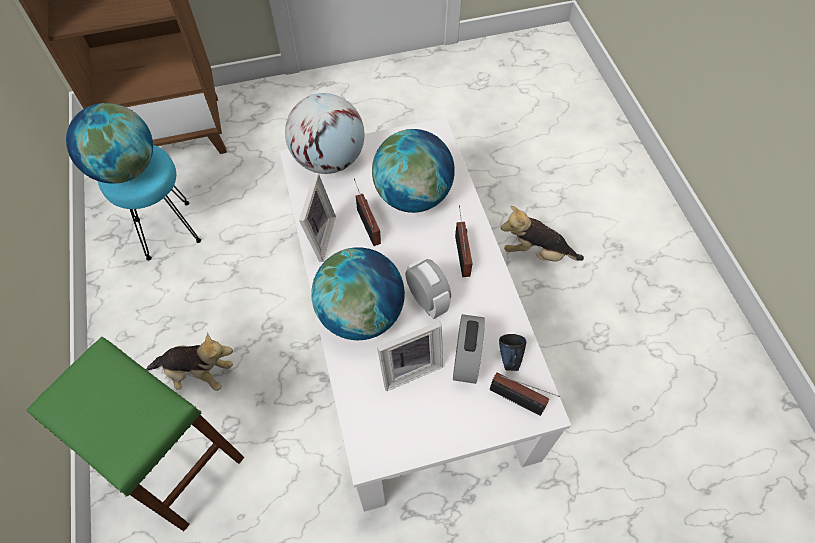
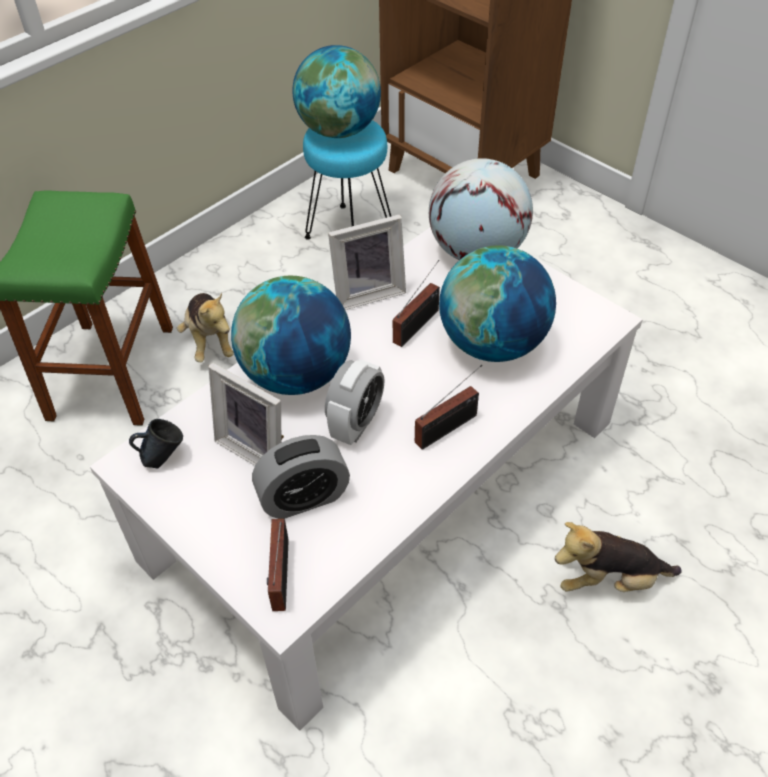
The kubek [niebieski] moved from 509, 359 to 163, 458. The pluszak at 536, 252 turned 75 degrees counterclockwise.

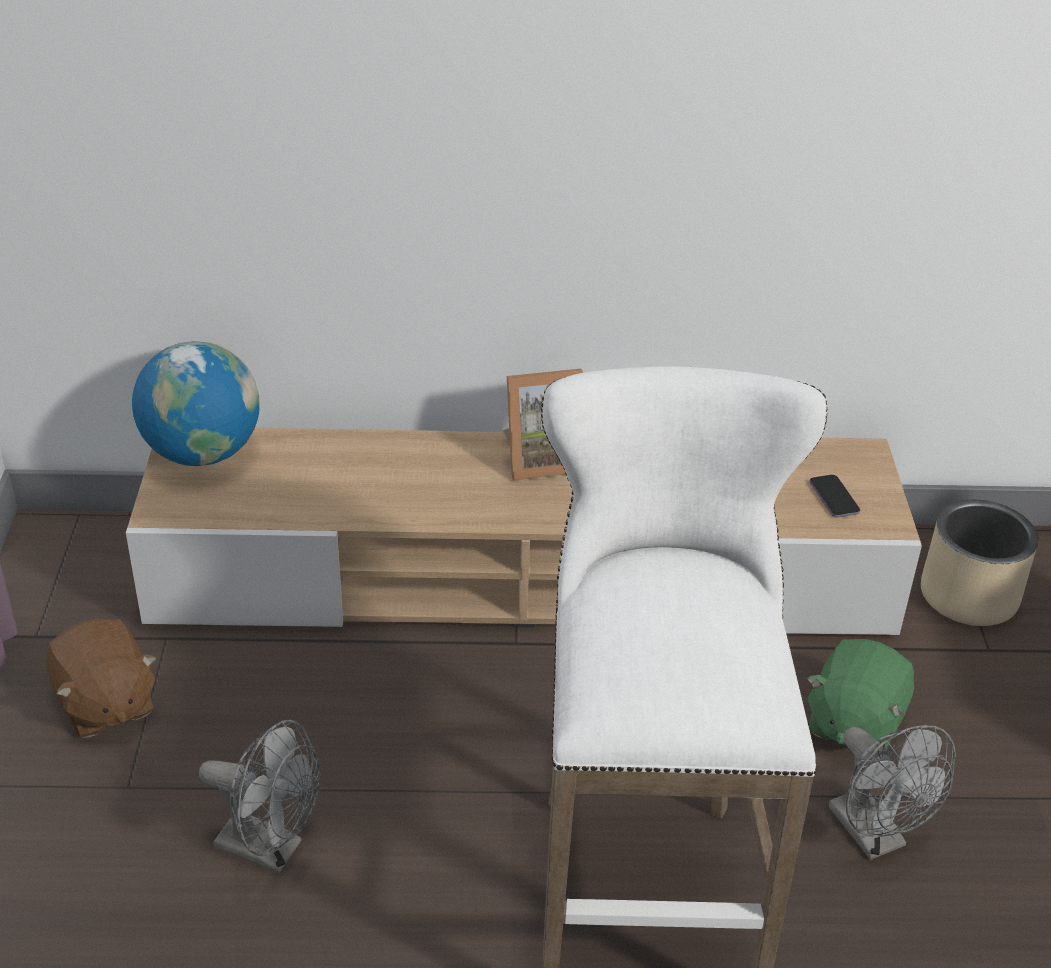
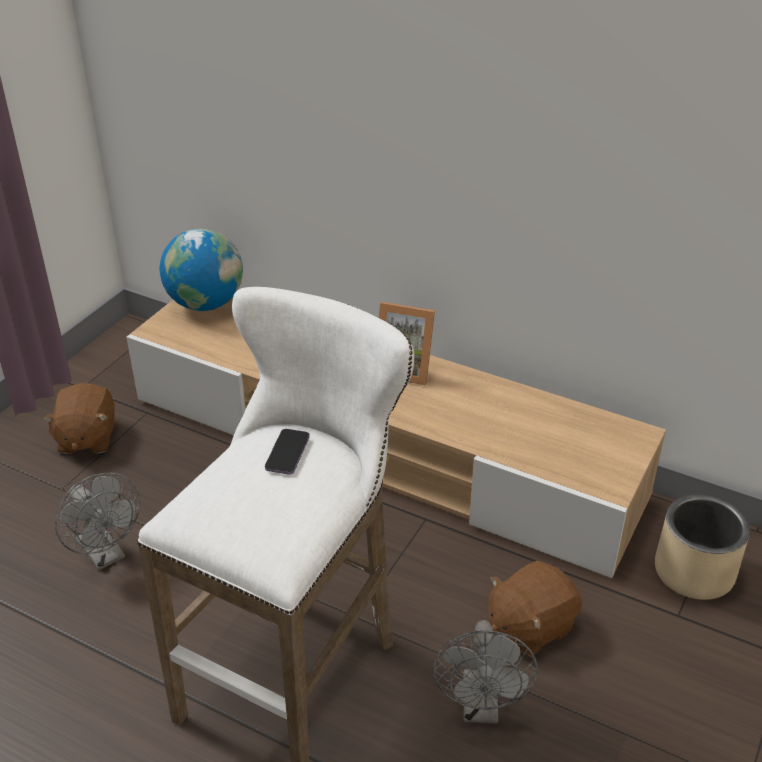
The telefon moved from 834, 498 to 287, 453. The pluszak [zielony] at 853, 723 became the pluszak [brązowy] at 529, 626.

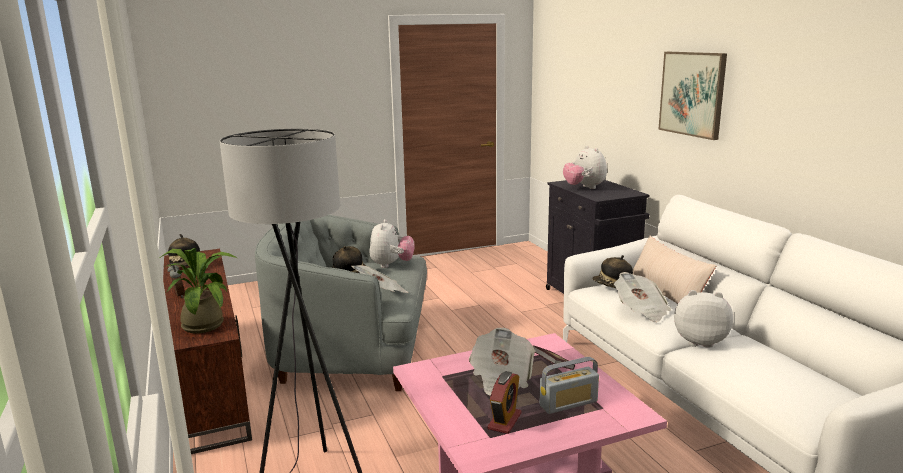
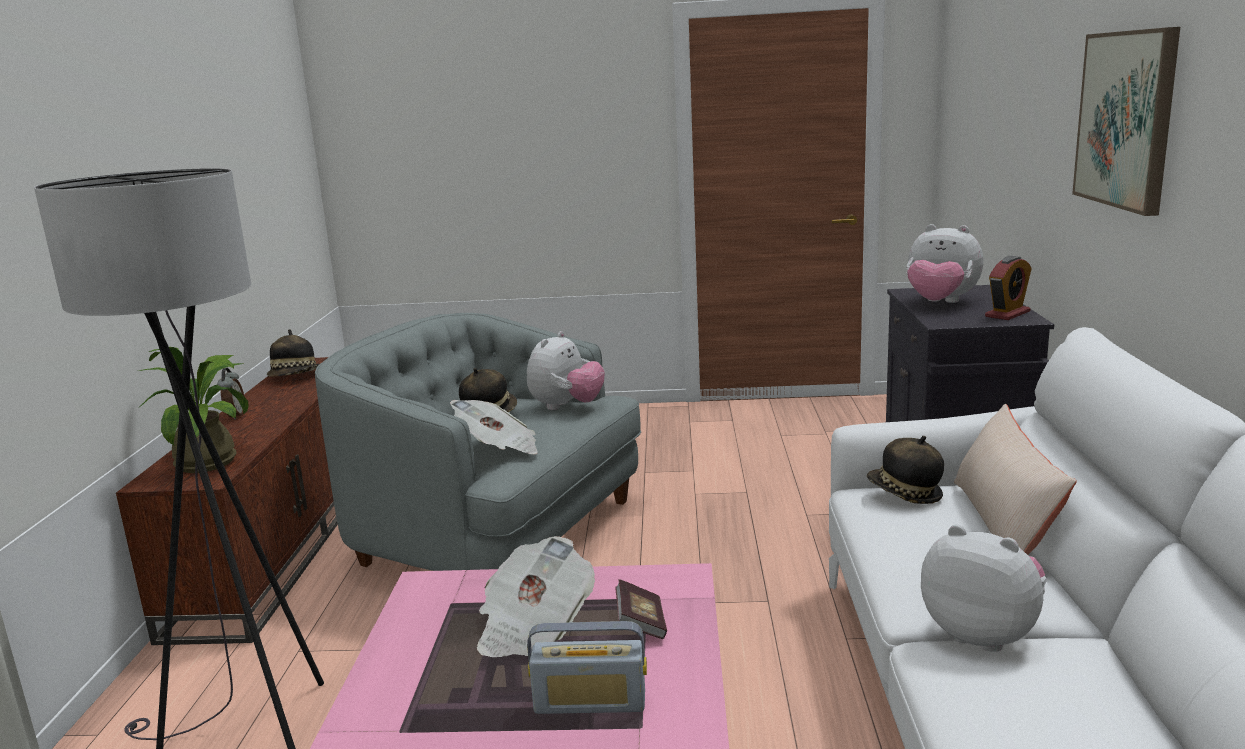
The gazeta at 641, 311 disappeared. The budzik moved from 504, 421 to 1007, 314. The pluszak at 584, 188 turned 60 degrees counterclockwise.

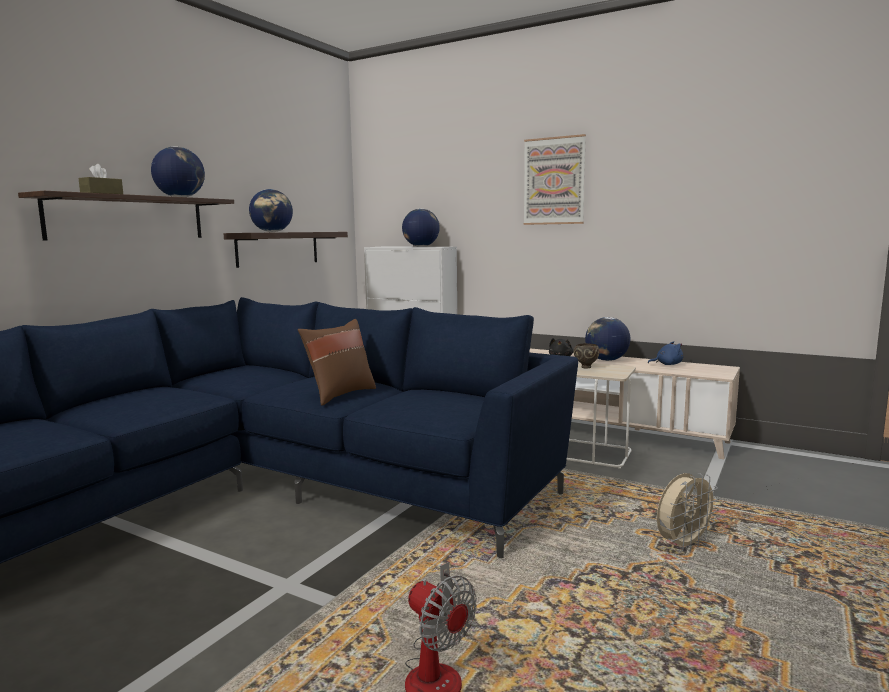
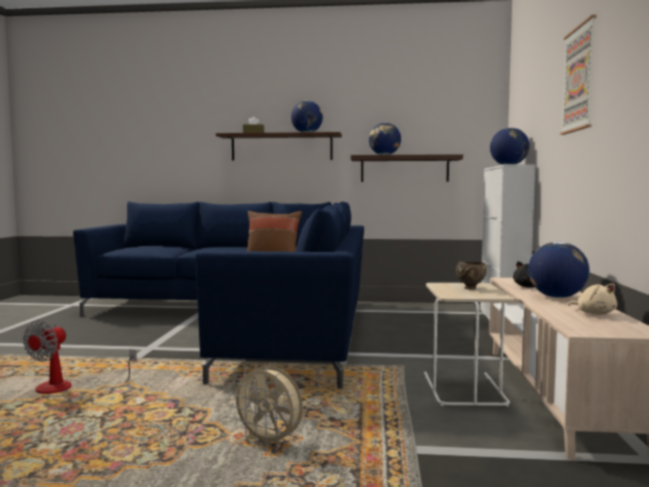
The pluszak [niebieski] at 667, 364 became the pluszak [beżowy] at 594, 313.

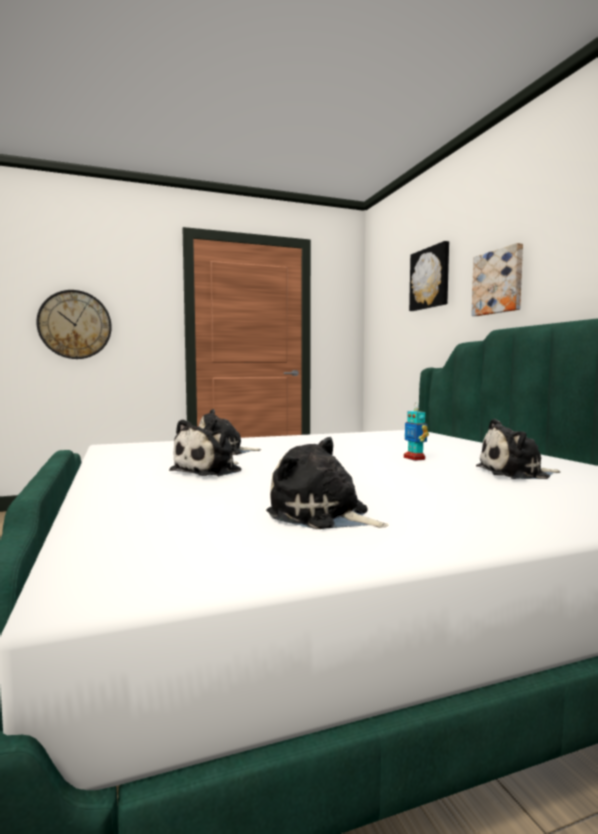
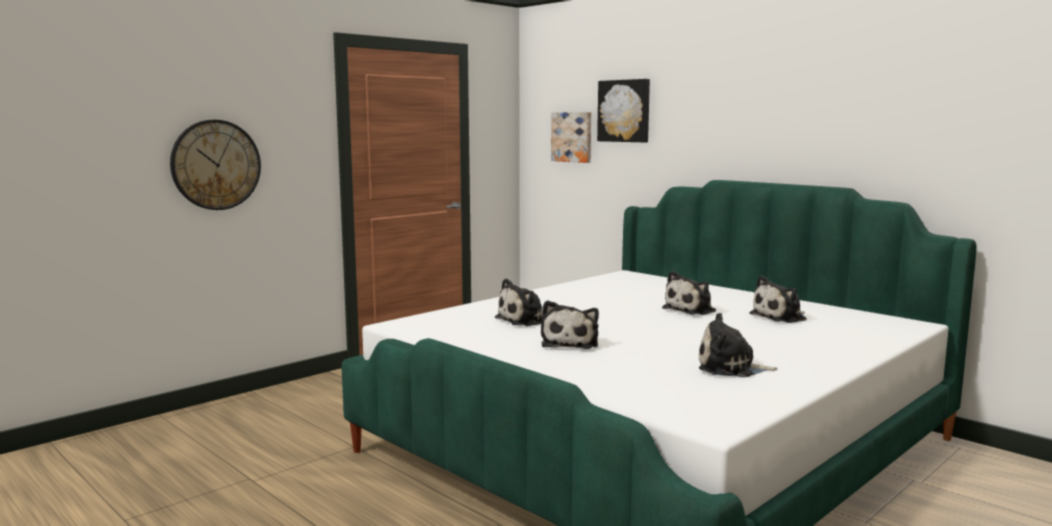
The obraz moved from 498, 282 to 572, 137. The robot zabawkowy at 414, 458 was replaced by the pluszak at 691, 310.

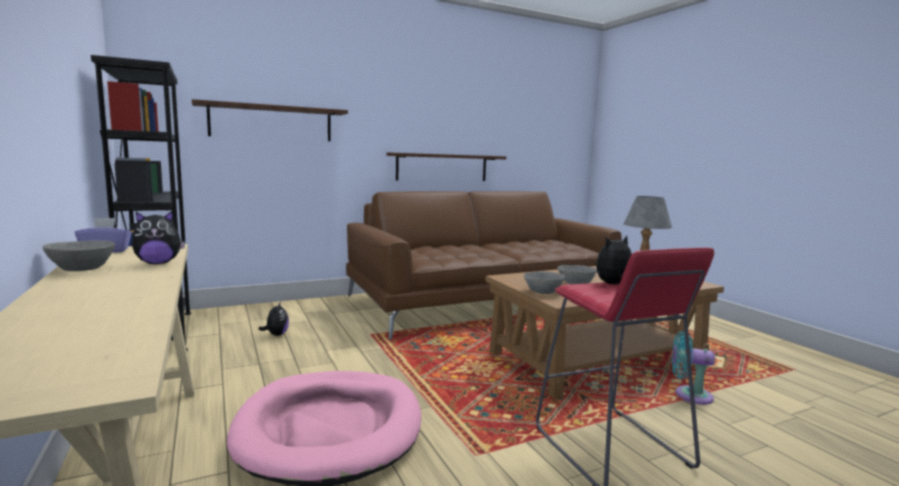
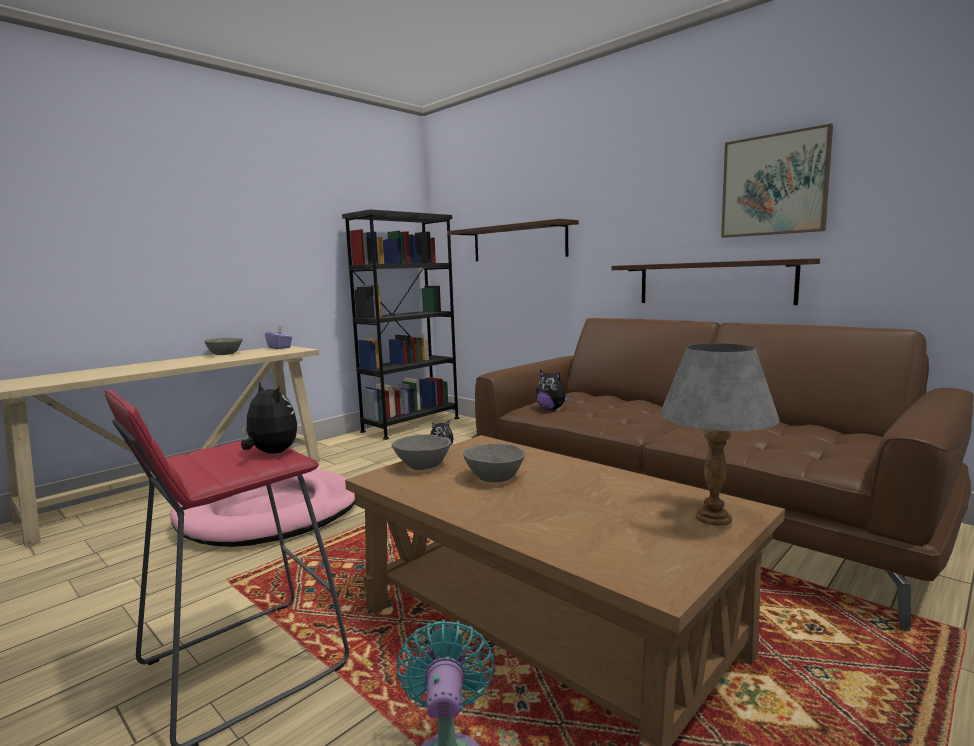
The obraz at 774, 185 appeared. The pluszak moved from 158, 263 to 552, 409.

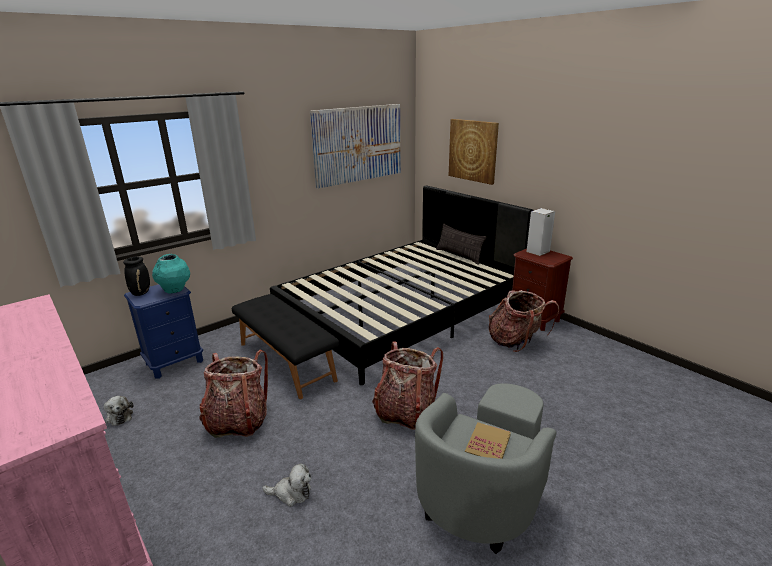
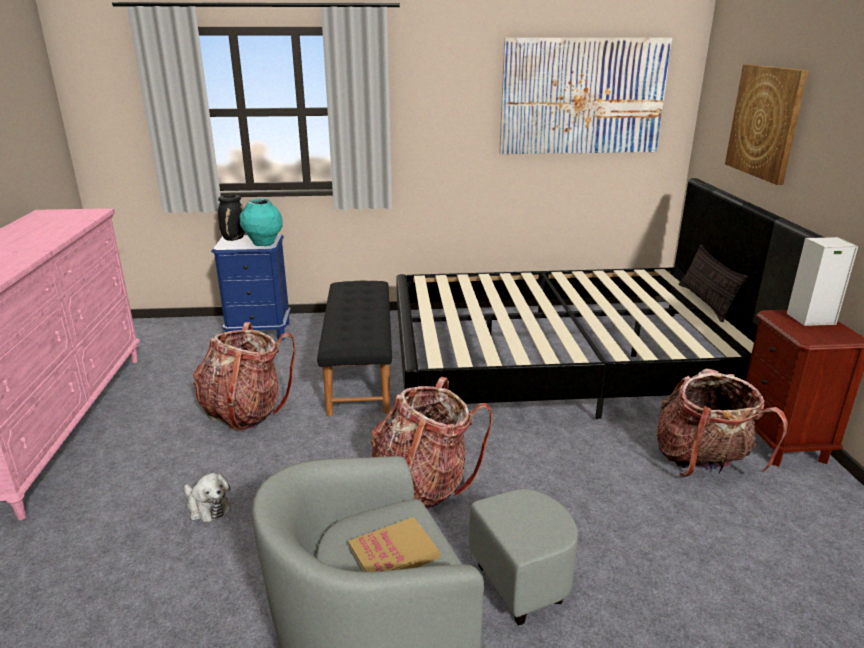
The pluszak at 119, 416 disappeared.

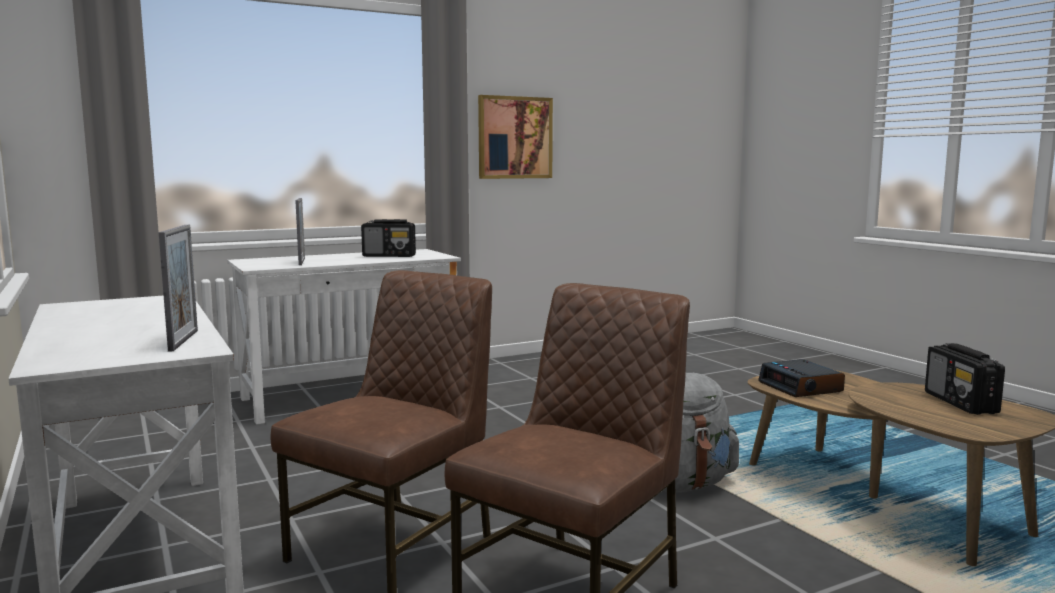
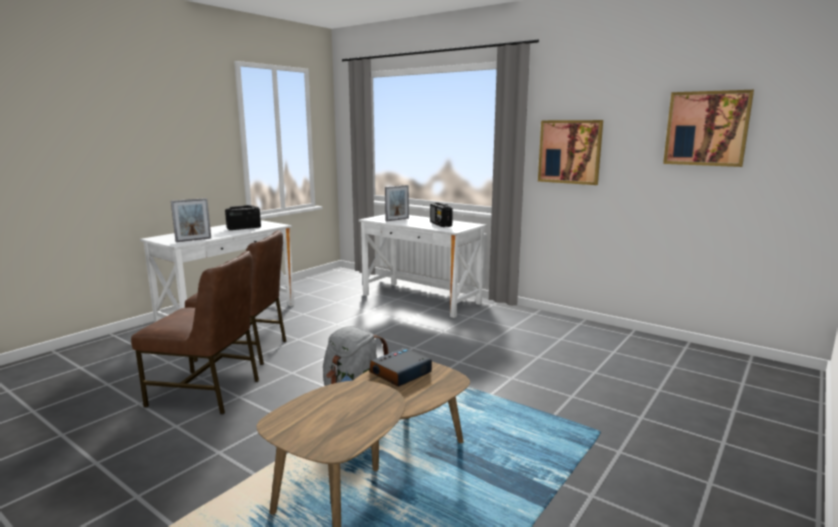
The obraz at 706, 128 appeared. The radio moved from 961, 403 to 243, 228.

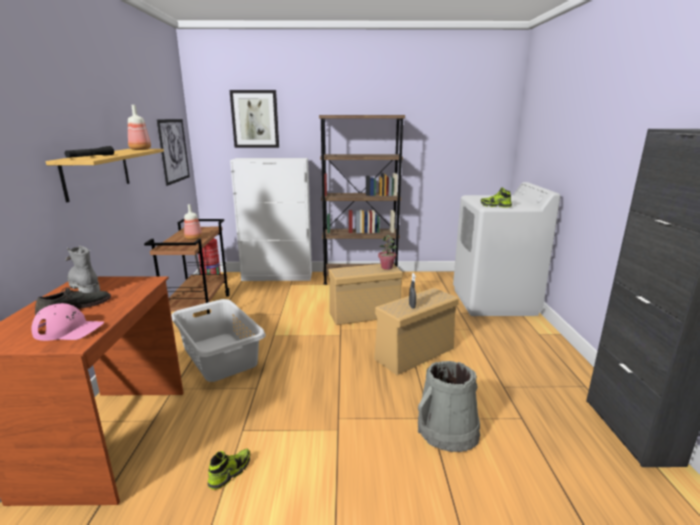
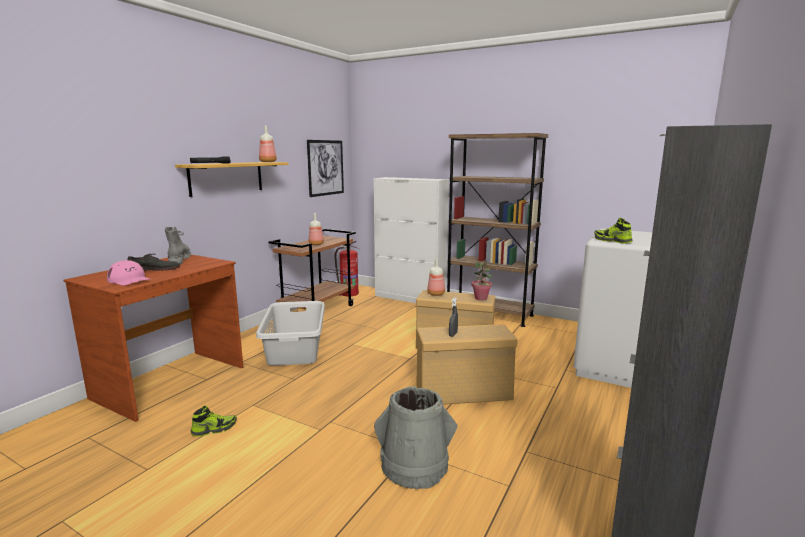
The obraz at 255, 119 disappeared. The butelka at 436, 294 appeared.

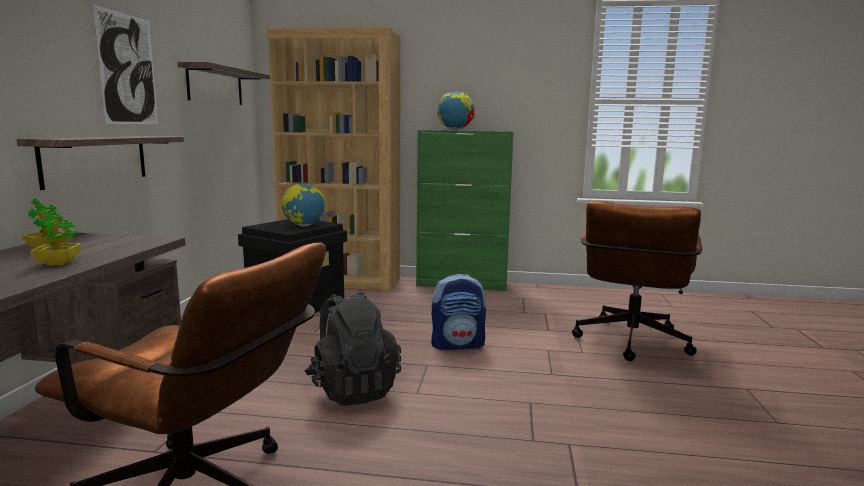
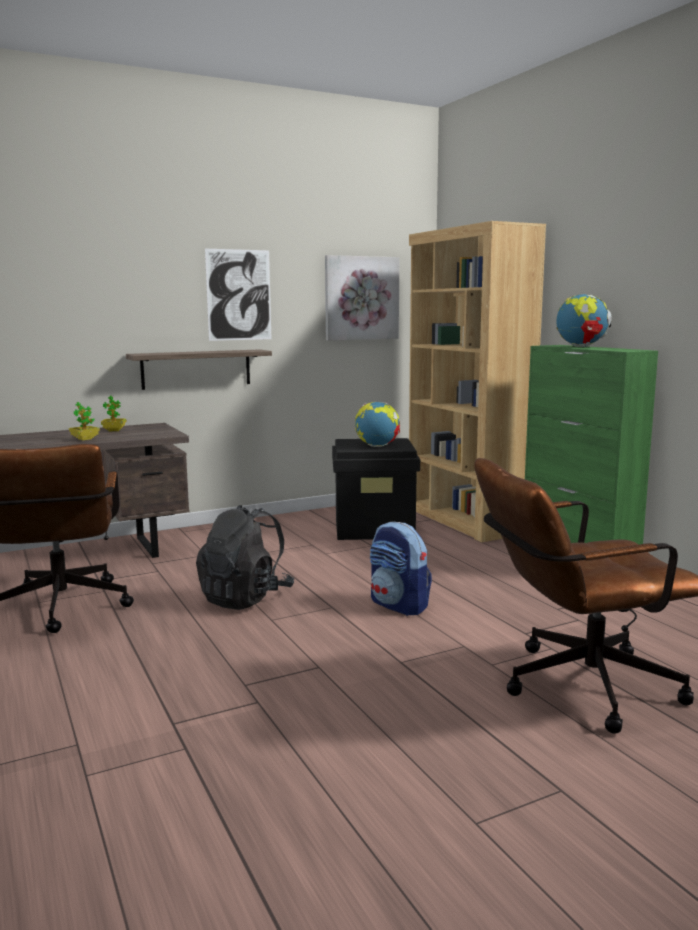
The półka at 215, 86 was replaced by the obraz at 361, 298.

